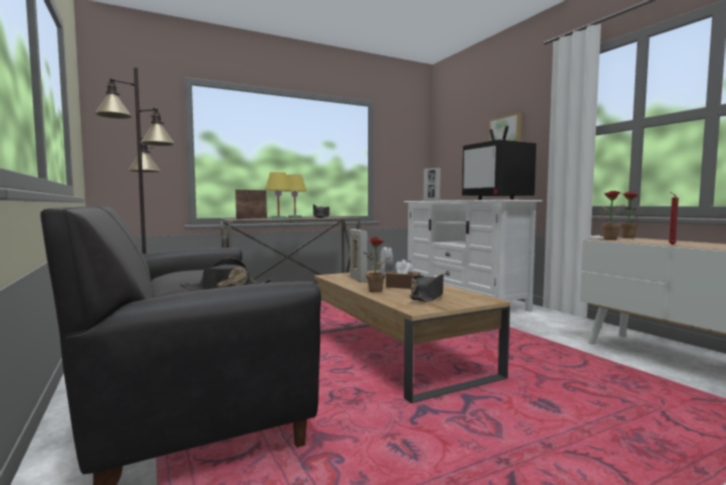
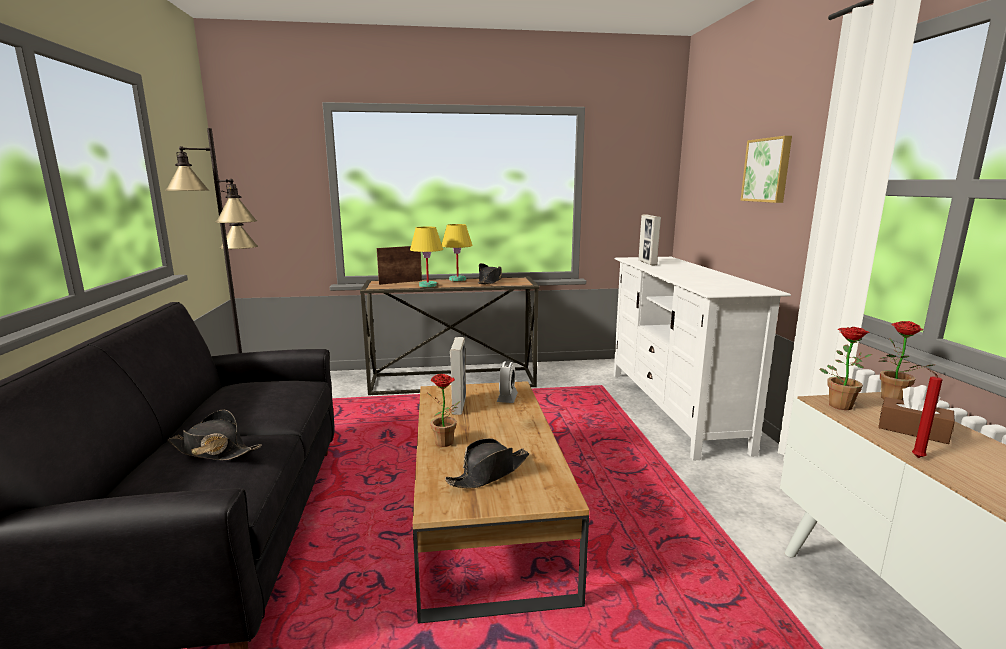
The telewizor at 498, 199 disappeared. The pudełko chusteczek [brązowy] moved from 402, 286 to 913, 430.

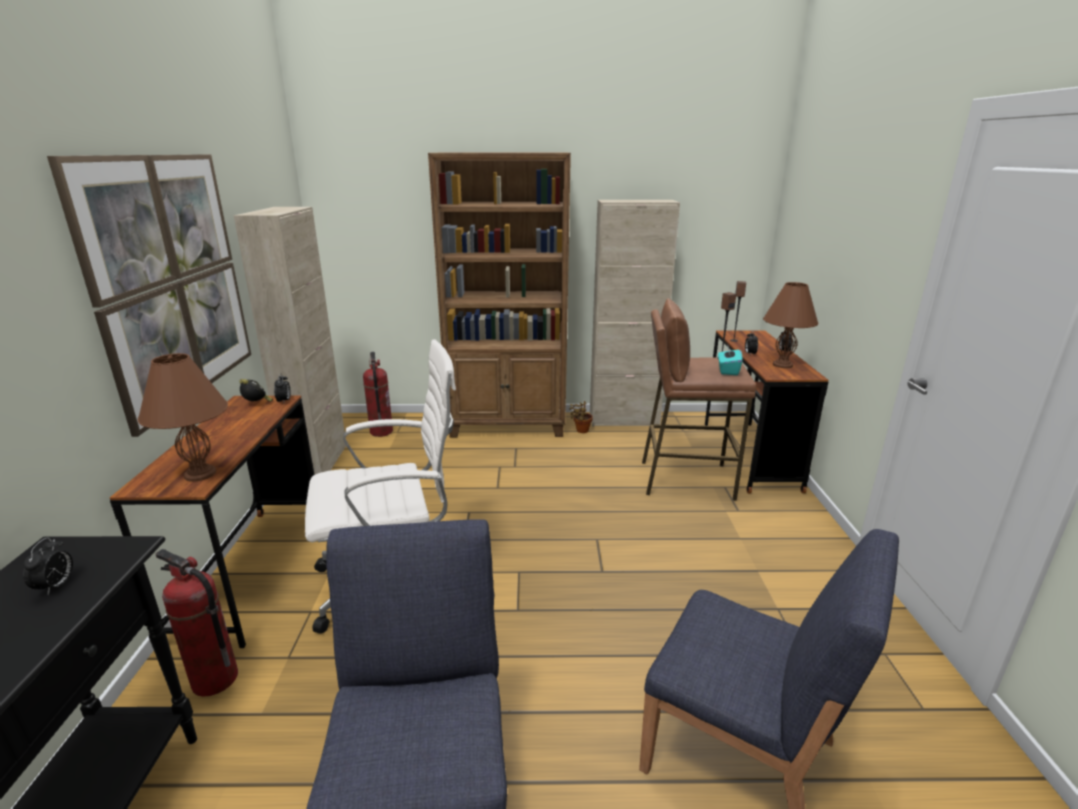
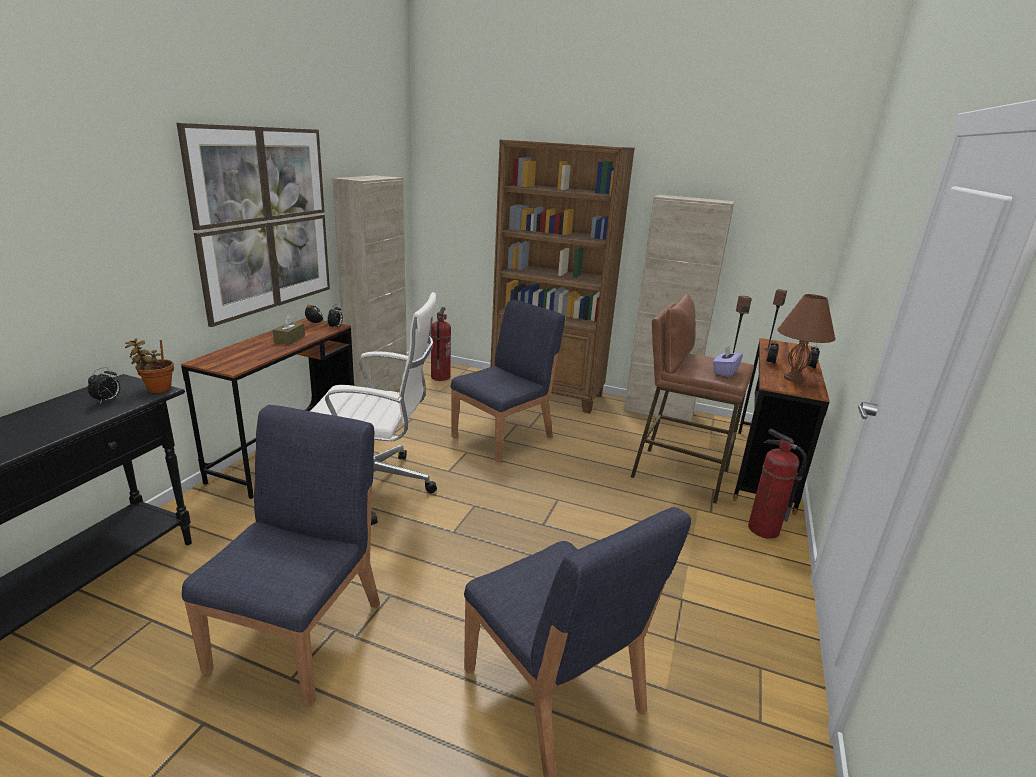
The lampa stołowa [brązowy] at 200, 474 disappeared. The pudełko chusteczek [brązowy] at 289, 339 appeared. The krzesło [niebieski] at 503, 436 appeared. The gaśnica moved from 215, 679 to 763, 529. The roślina doniczkowa moved from 581, 431 to 156, 389. The pudełko chusteczek [turkusowy] at 728, 370 became the pudełko chusteczek [fioletowy] at 725, 372.

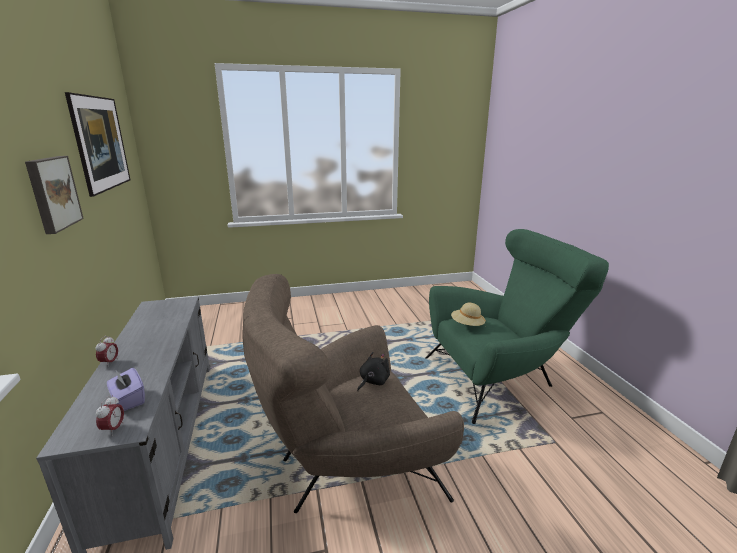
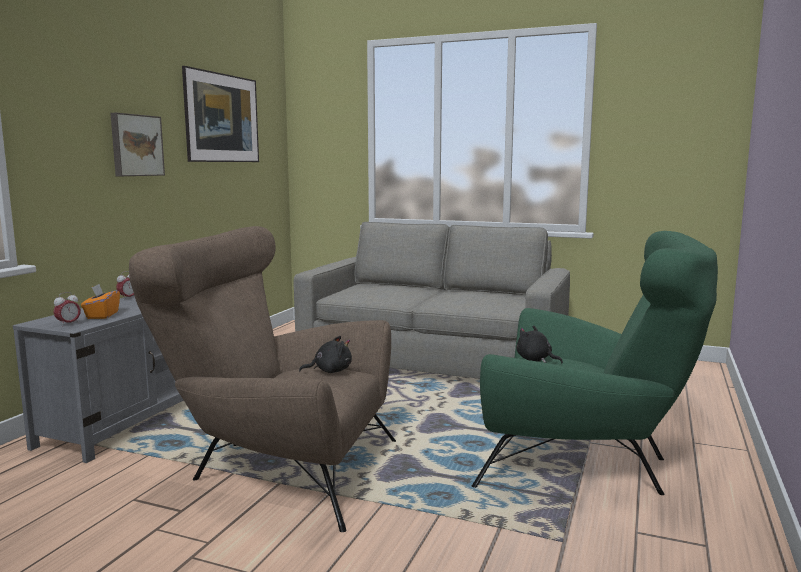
The kanapa [szary] at 435, 359 appeared. The kapelusz [beżowy] at 467, 325 was replaced by the pluszak [czarny] at 535, 360. The pudełko chusteczek [fioletowy] at 128, 400 became the pudełko chusteczek [pomarańczowy] at 102, 315.

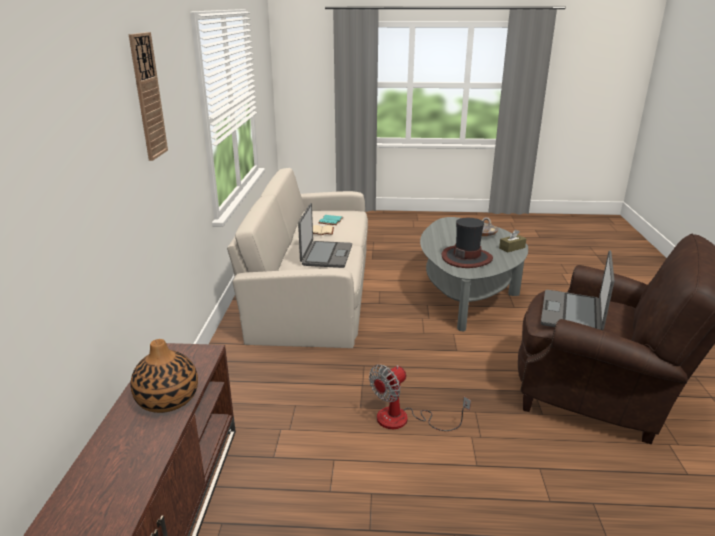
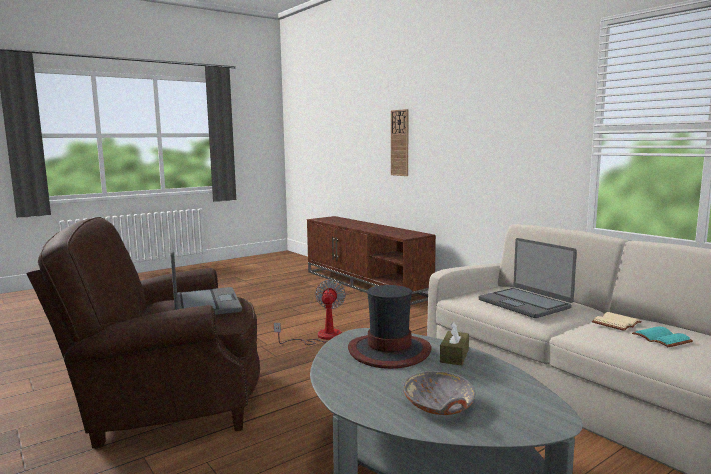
The wazon at 168, 399 disappeared. The zegar ścienny moved from 148, 97 to 400, 143. The pudełko chusteczek [brązowy] moved from 512, 248 to 454, 356.

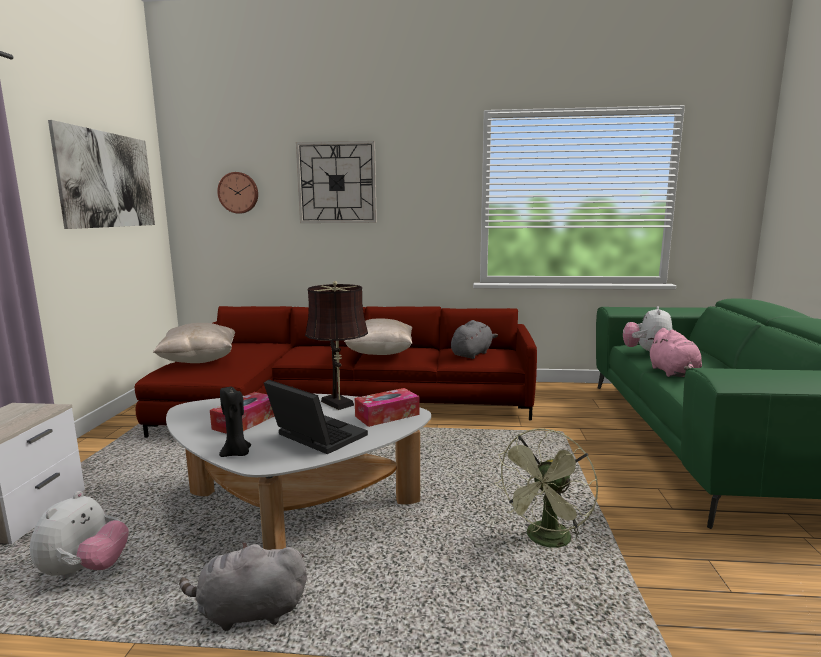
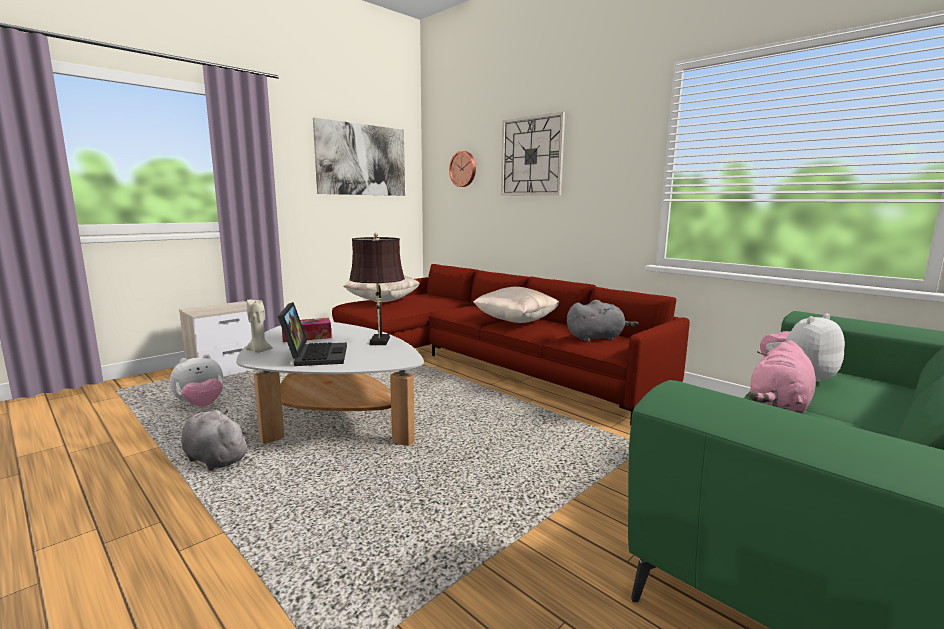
The pudełko chusteczek at 387, 415 disappeared. The wentylator [zielony] at 546, 542 disappeared. The świeca [czarny] at 237, 454 became the świeca [beżowy] at 259, 351.

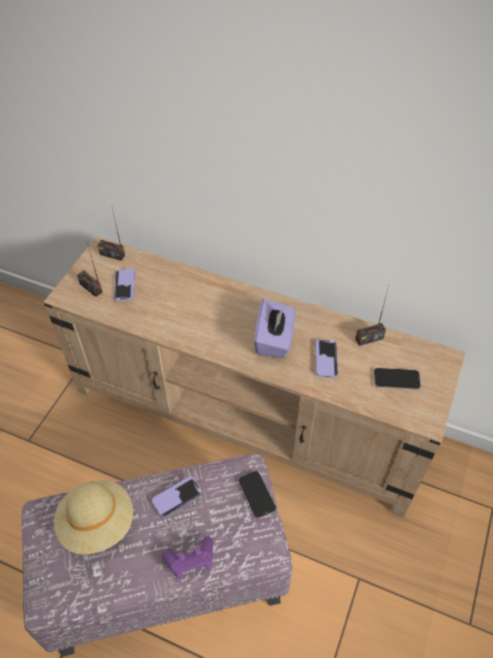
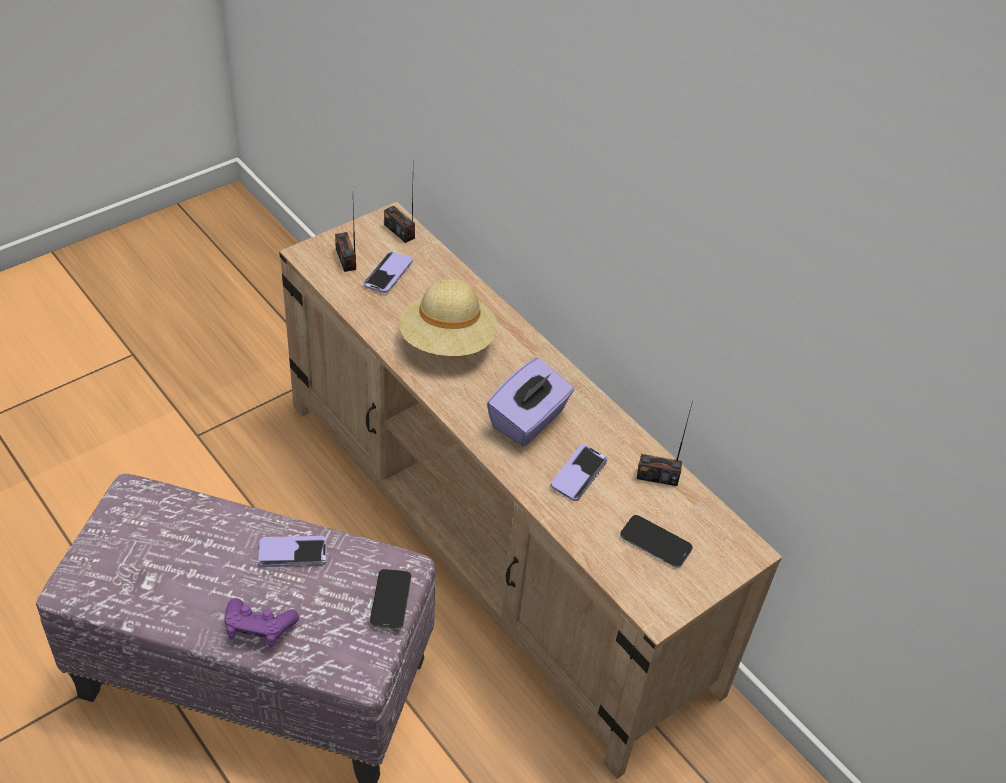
The kapelusz [beżowy] moved from 97, 523 to 448, 342.

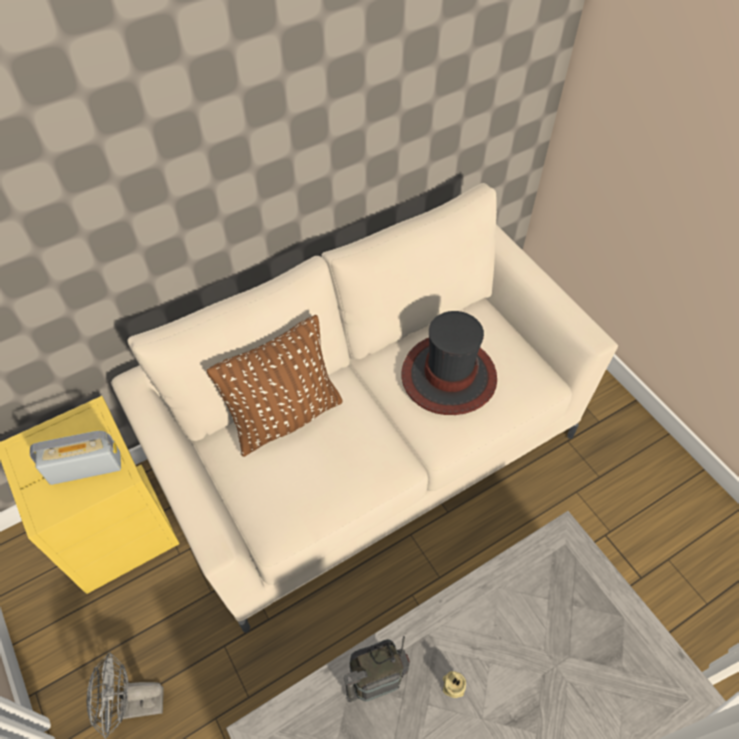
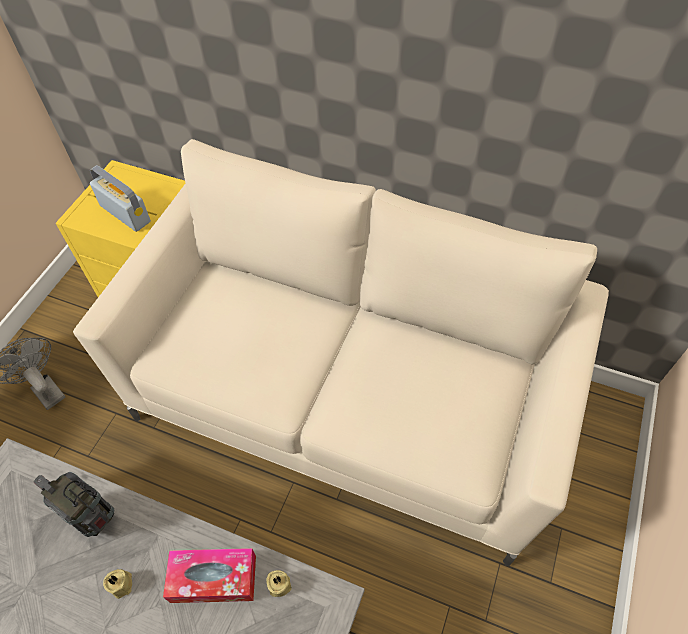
The poduszka [brązowy] at 285, 417 disappeared. The kapelusz at 448, 376 disappeared. The pudełko chusteczek at 214, 578 appeared. The świeca [beżowy] at 279, 584 appeared.

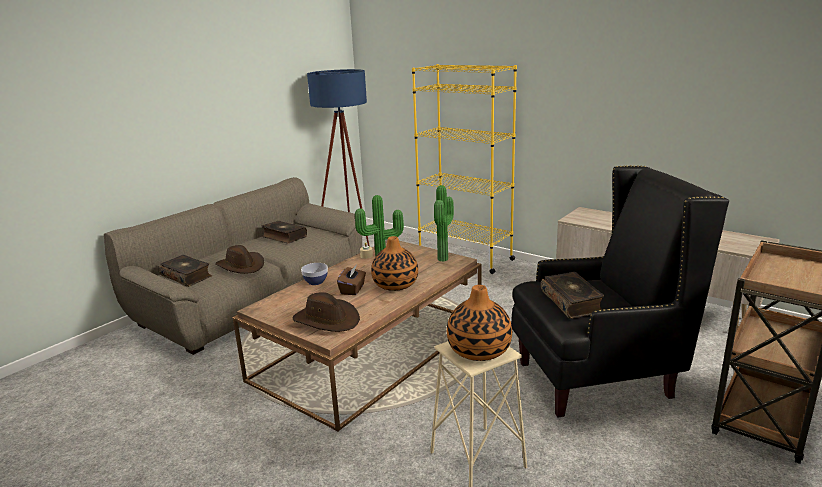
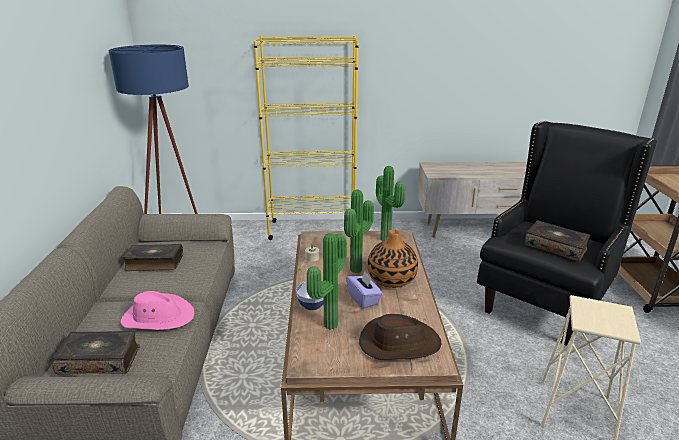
The wazon at 479, 350 disappeared. The roślina doniczkowa at 328, 324 appeared. The kapelusz [brązowy] at 241, 266 became the kapelusz [różowy] at 158, 317. The pudełko chusteczek [brązowy] at 353, 289 became the pudełko chusteczek [fioletowy] at 363, 299.

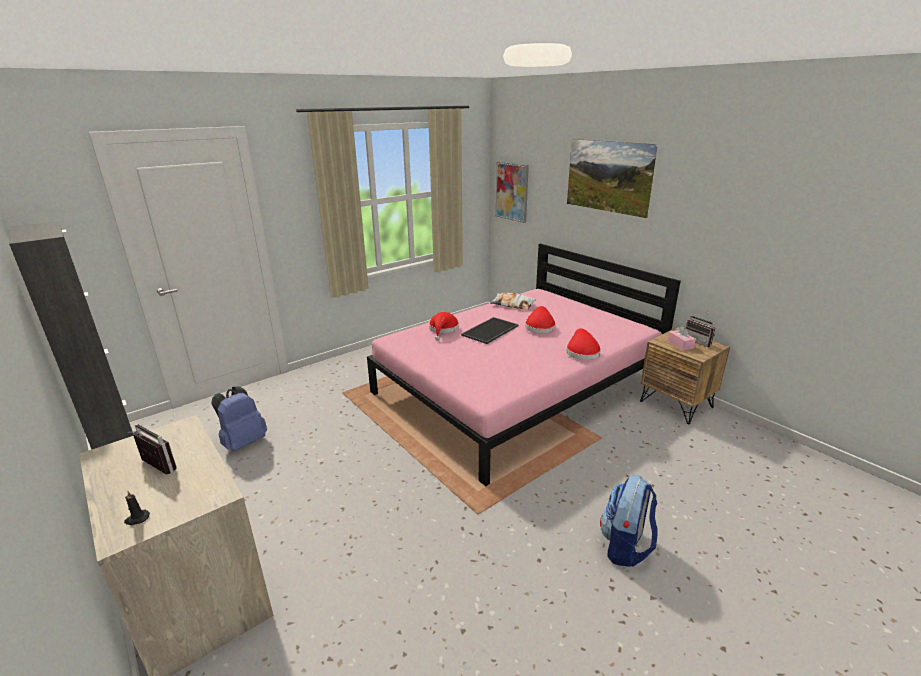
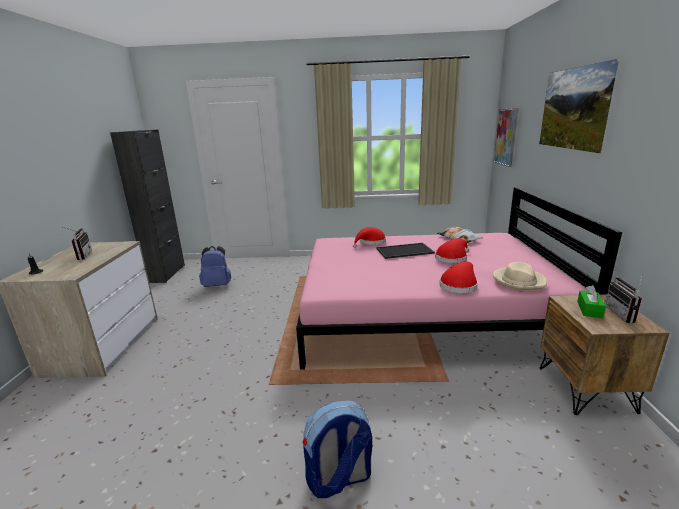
The kapelusz [beżowy] at 519, 281 appeared. The pudełko chusteczek [różowy] at 680, 344 became the pudełko chusteczek [zielony] at 589, 309.

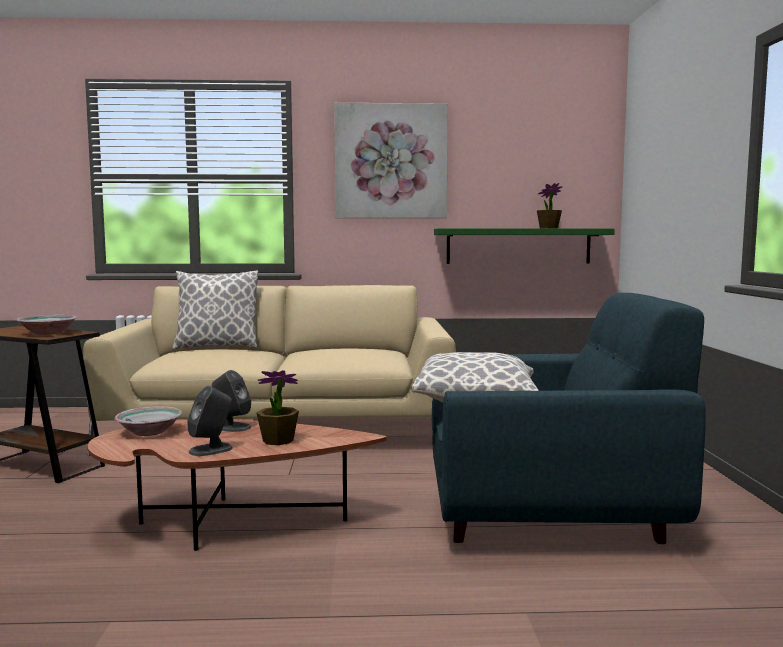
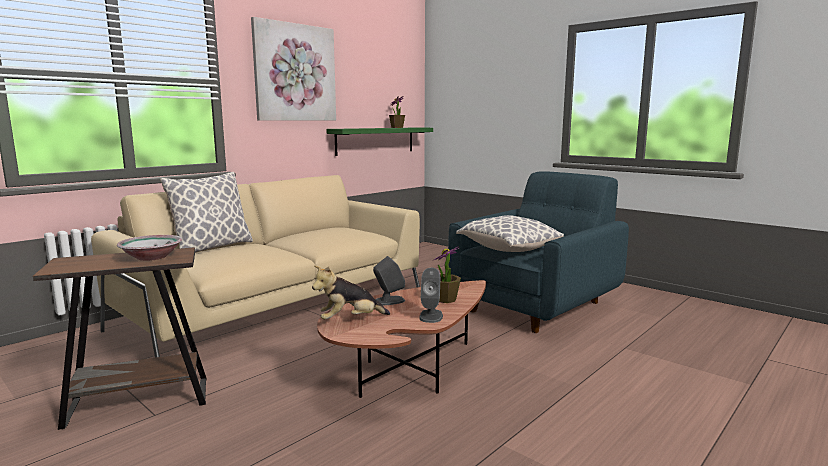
The miska at 150, 432 was replaced by the pluszak at 350, 320.

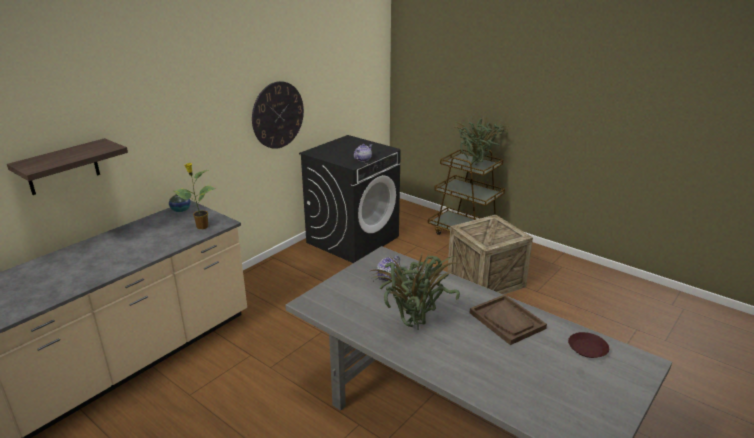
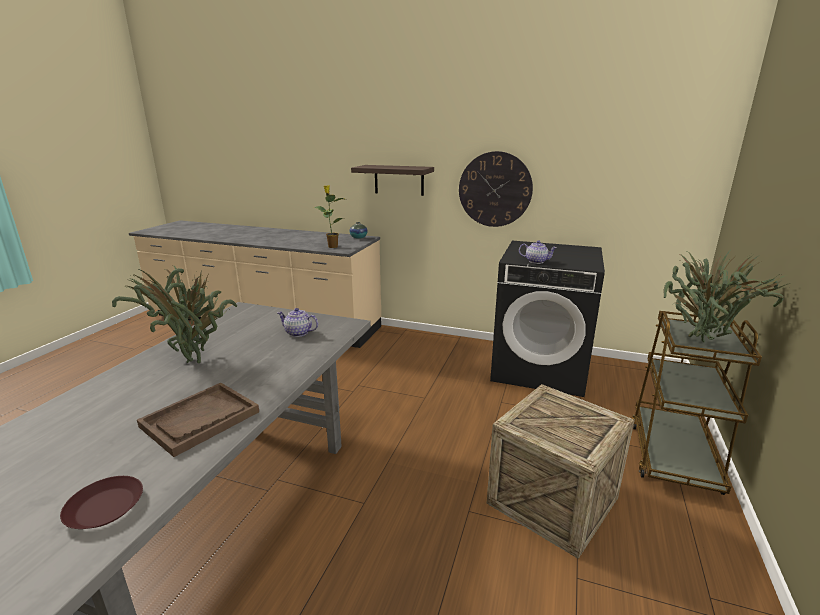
The półka moved from 62, 167 to 399, 180.

